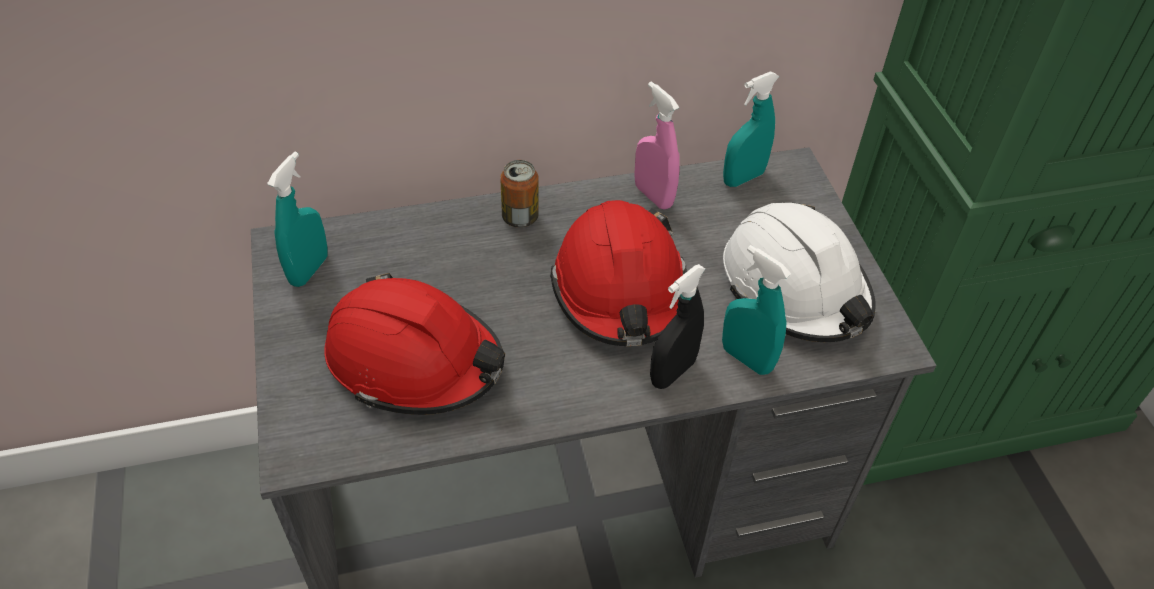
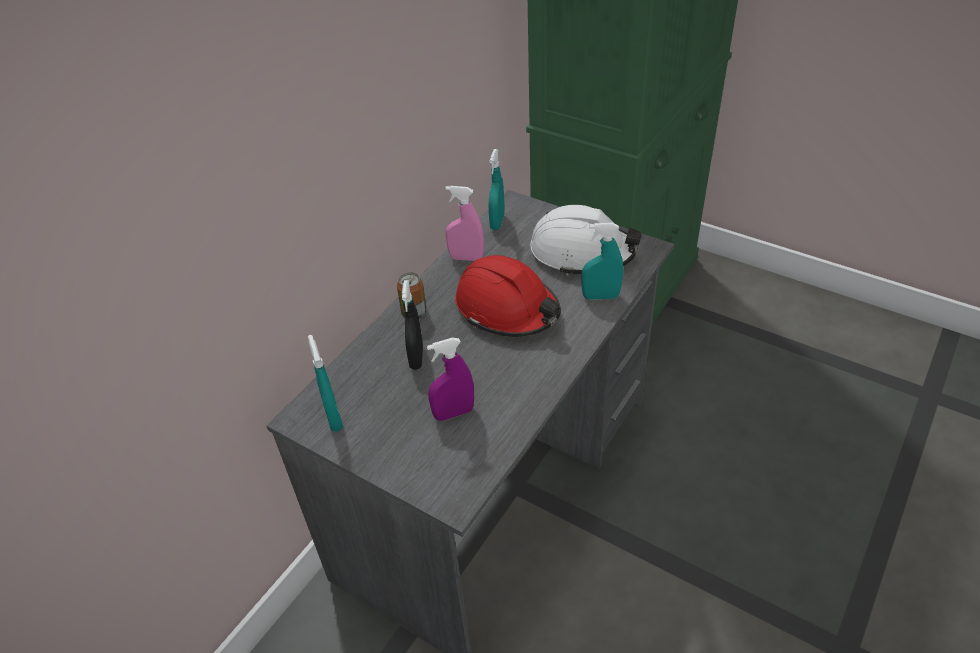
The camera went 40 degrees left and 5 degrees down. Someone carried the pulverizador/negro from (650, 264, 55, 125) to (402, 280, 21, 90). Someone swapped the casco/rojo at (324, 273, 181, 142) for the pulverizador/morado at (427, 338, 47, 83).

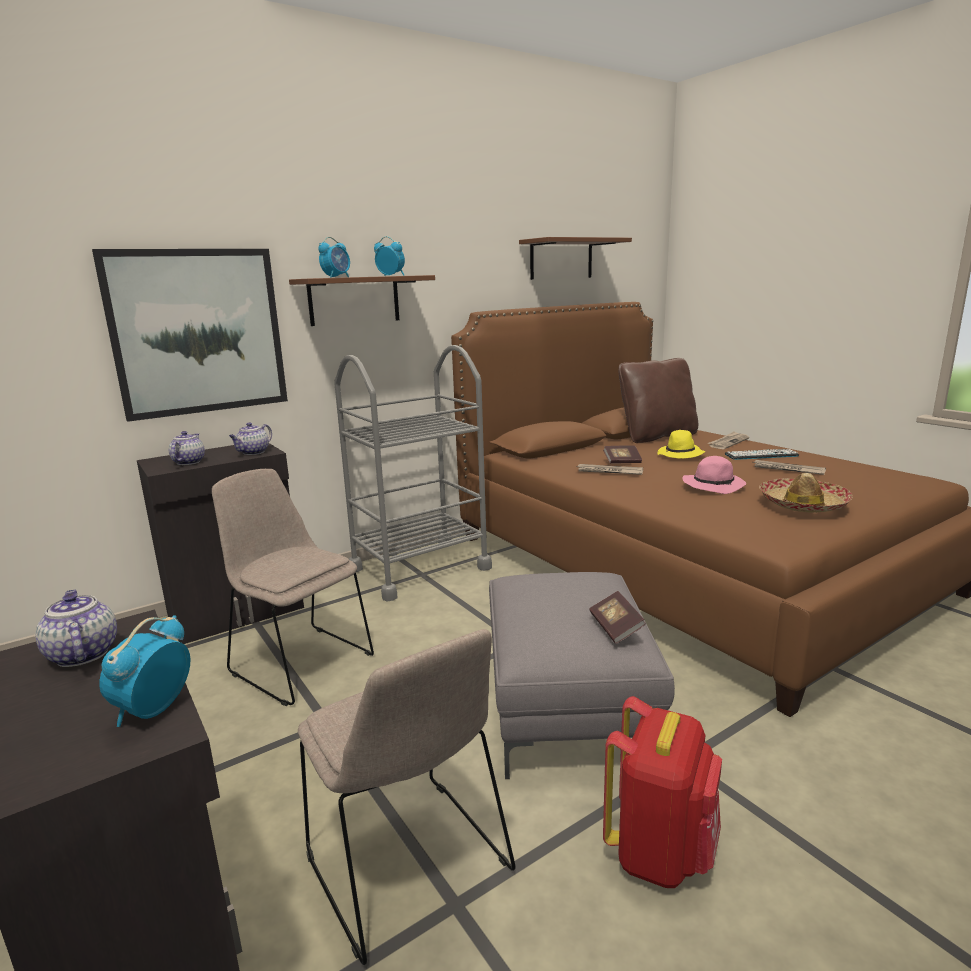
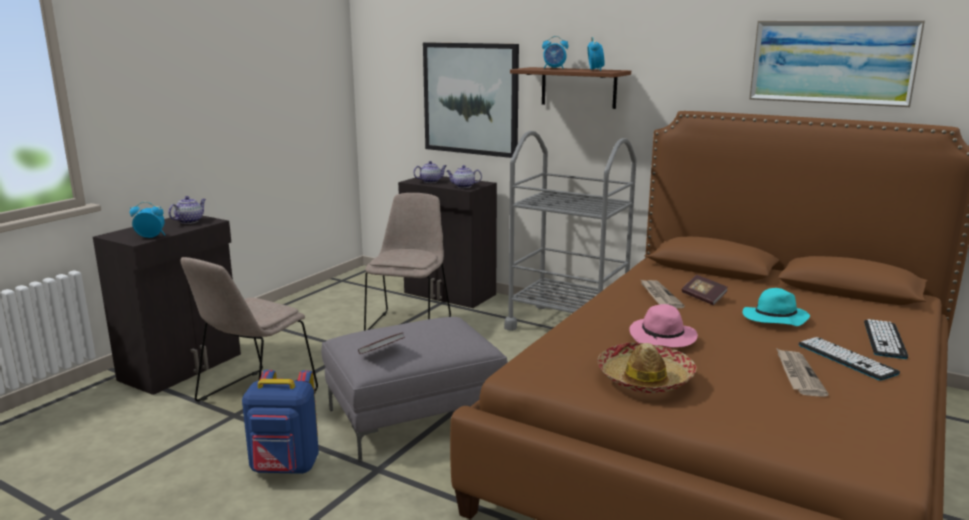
The camera went 65 degrees right and 0 degrees up. Someone repainted the mochila/rojo at (603, 696, 119, 192), which became the mochila/azul at (242, 370, 77, 104). Someone repainted the sombrero/amarillo at (658, 430, 47, 29), which became the sombrero/turquesa at (743, 288, 67, 38). Someone swapped the estante/marrón at (519, 237, 113, 43) for the cuadro at (749, 20, 176, 87). Someone swapped the periódico at (707, 431, 42, 18) for the teclado at (864, 319, 44, 40). Someone took away the cojín/marrón at (619, 358, 79, 85).

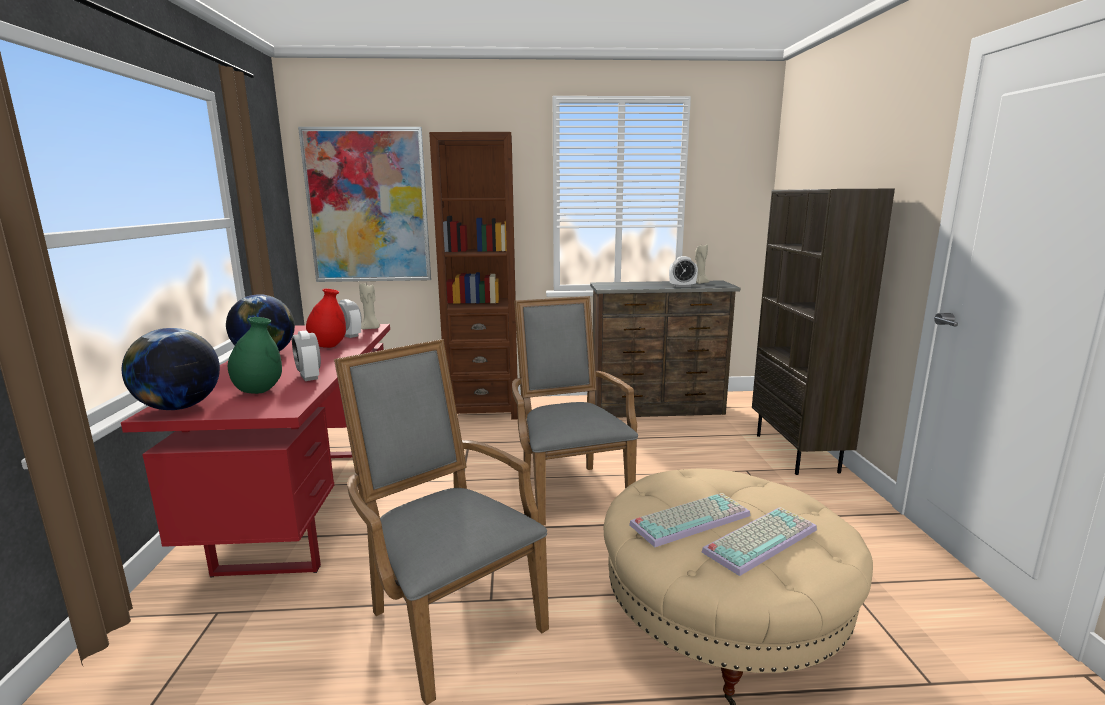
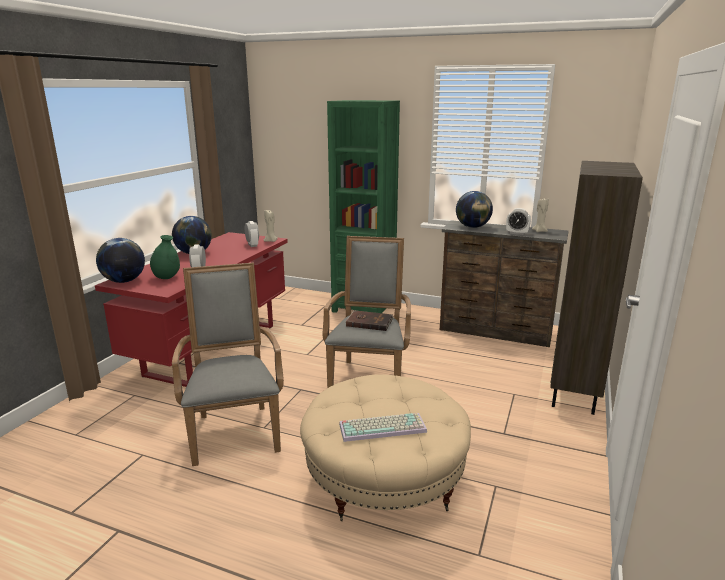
The camera went 25 degrees right and 5 degrees up. Someone repainted the estantería/marrón at (429, 132, 89, 288), which became the estantería/verde at (327, 100, 73, 213). Someone put down the libro/marrón at (345, 310, 48, 21). Someone put down the globo terráqueo at (456, 191, 37, 37). Someone took away the cuadro at (298, 127, 133, 155). Someone took away the florero/rojo at (306, 288, 40, 60). Someone took away the teclado at (629, 493, 121, 54).

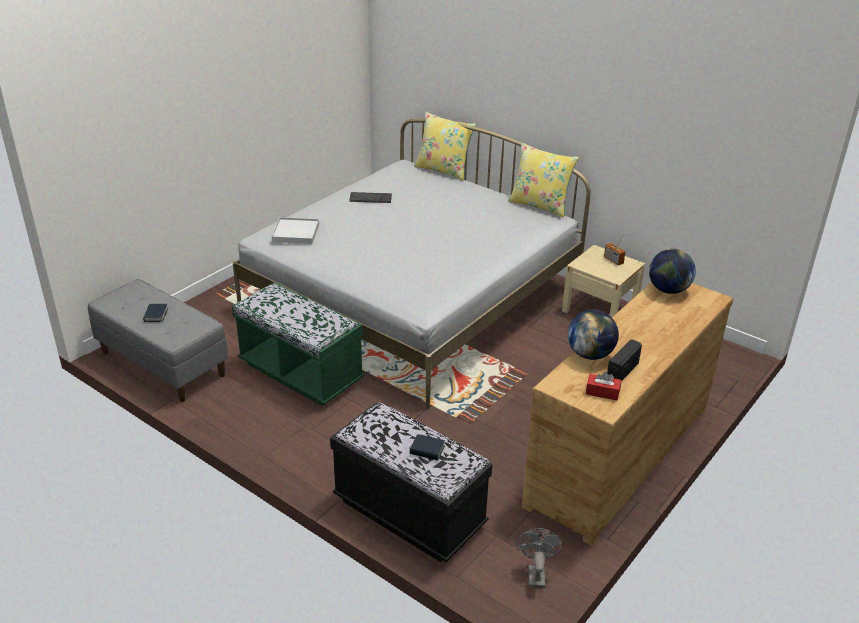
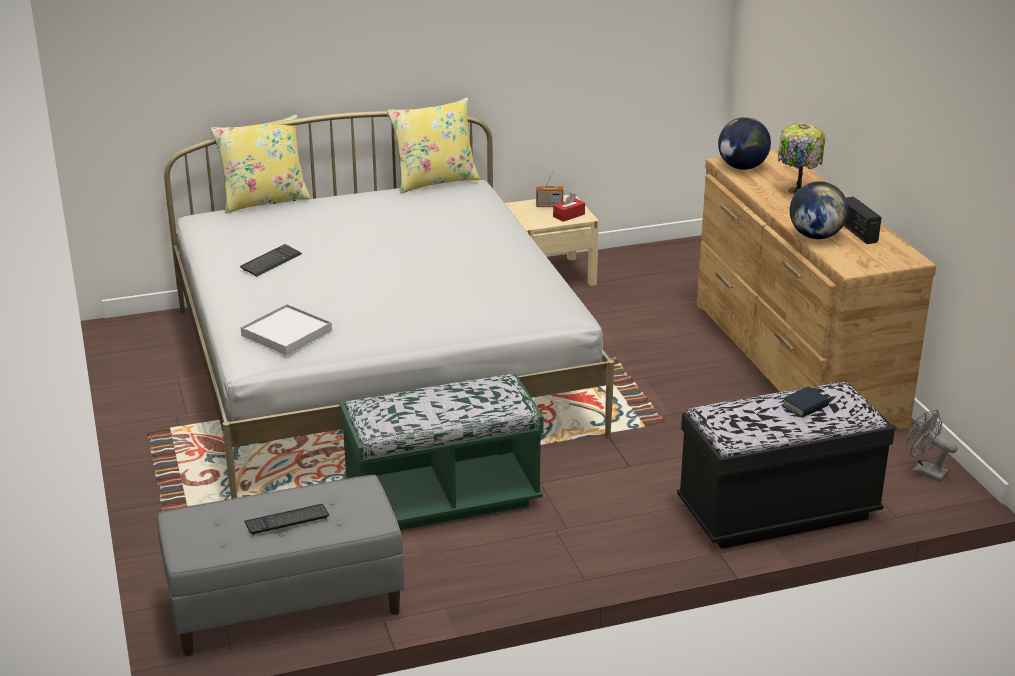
The camera went 55 degrees left and 5 degrees down. Someone swapped the libro at (143, 304, 25, 18) for the teclado at (244, 504, 85, 31). Someone carried the caja de pañuelos/rojo from (586, 371, 35, 29) to (553, 193, 32, 29). Someone put down the lámpara de mesa at (778, 123, 47, 71).

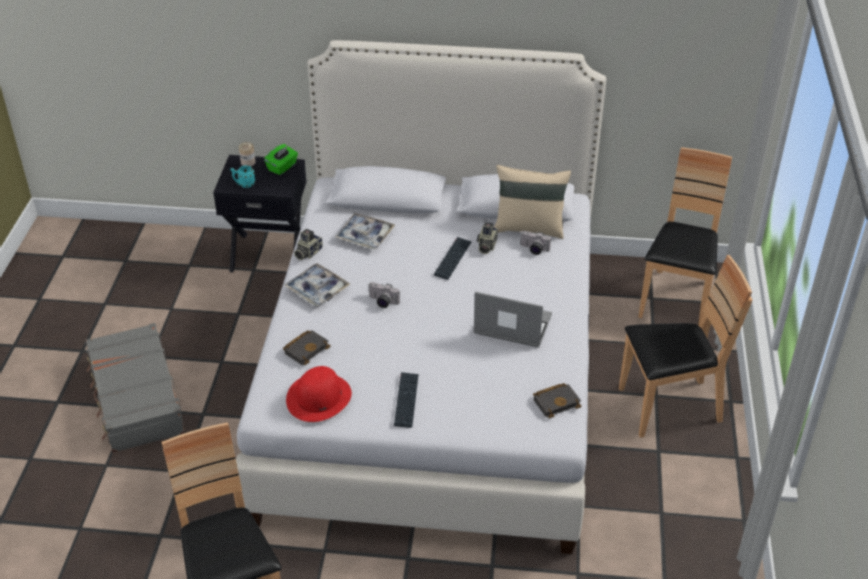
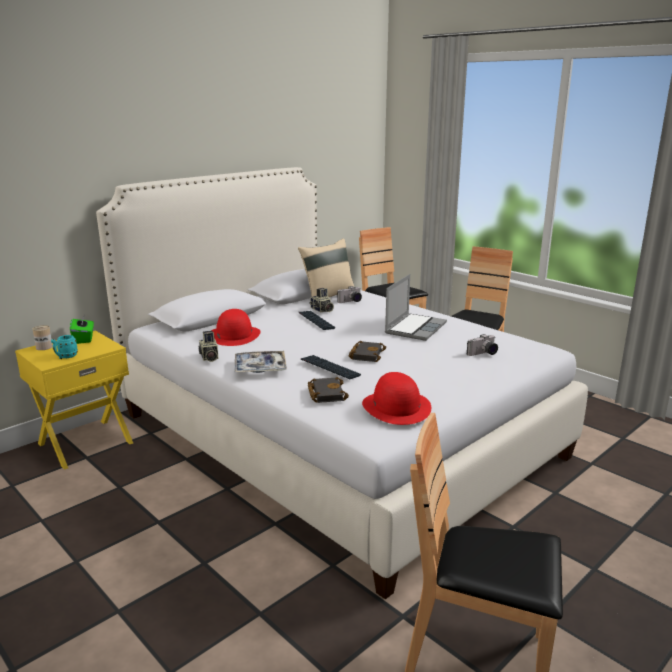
The camera went 50 degrees left and 20 degrees down. Someone repainted the mesita de noche/negro at (213, 155, 94, 117), which became the mesita de noche/amarillo at (15, 330, 118, 140). Someone swapped the bandeja at (335, 213, 60, 36) for the sombrero/rojo at (211, 309, 50, 37). Someone carried the teclado from (394, 372, 25, 56) to (301, 355, 60, 24). Someone carried the libro/negro from (533, 383, 48, 35) to (349, 341, 37, 21). Someone rotated the portátil at (473, 292, 79, 55) by 150 degrees clockwise. Someone carried the cámara from (368, 282, 32, 26) to (467, 334, 31, 22). Someone took away the maleta/gris at (86, 323, 99, 130).

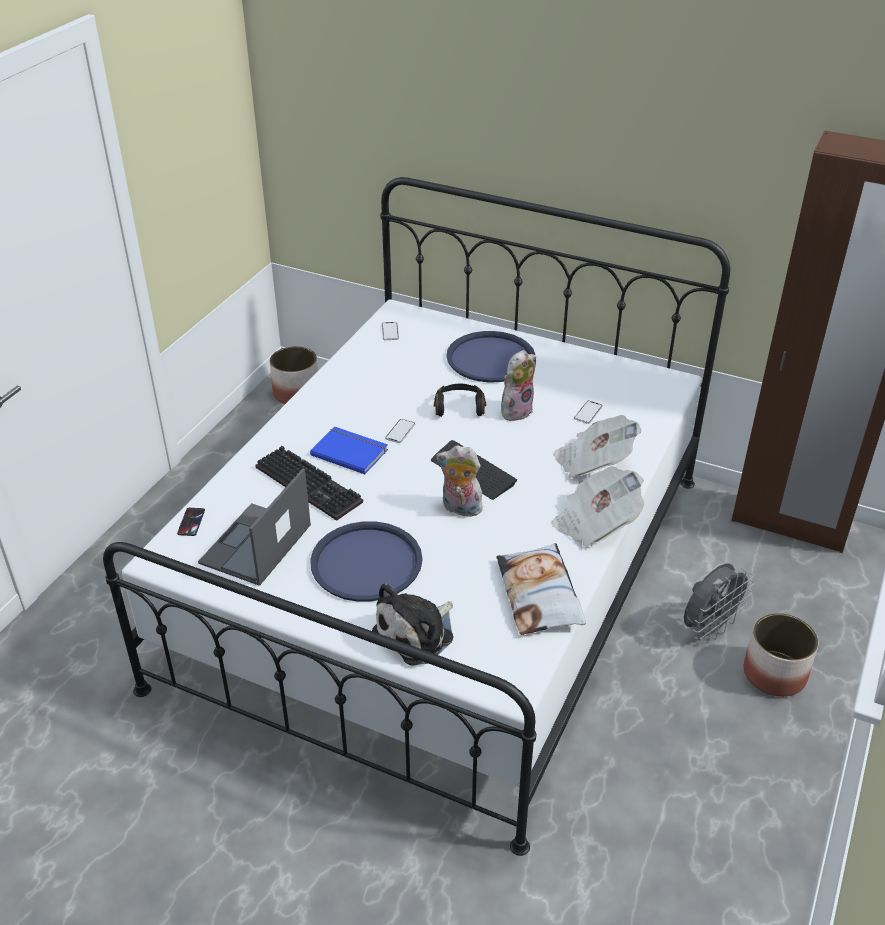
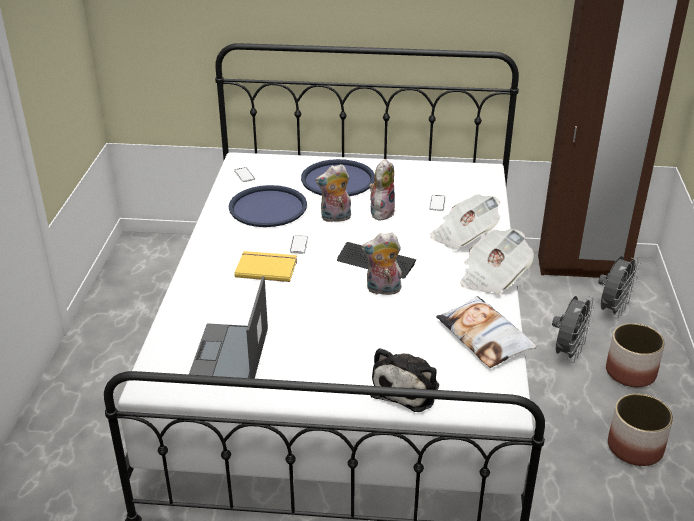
The camera went 20 degrees left and 5 degrees down. Someone carried the bandeja/azul from (310, 521, 113, 81) to (229, 185, 78, 42). Someone repainted the libro/azul at (310, 426, 78, 48), which became the libro/amarillo at (234, 251, 63, 31). Someone swapped the auriculares/negro at (434, 384, 52, 33) for the peluche at (315, 164, 36, 58). Someone put down the ventilador/gris at (598, 256, 42, 63). Someone carried the maceta from (270, 346, 48, 58) to (608, 394, 65, 72). Someone took away the móvil at (177, 508, 28, 28). Someone took away the teclado at (256, 446, 107, 75).

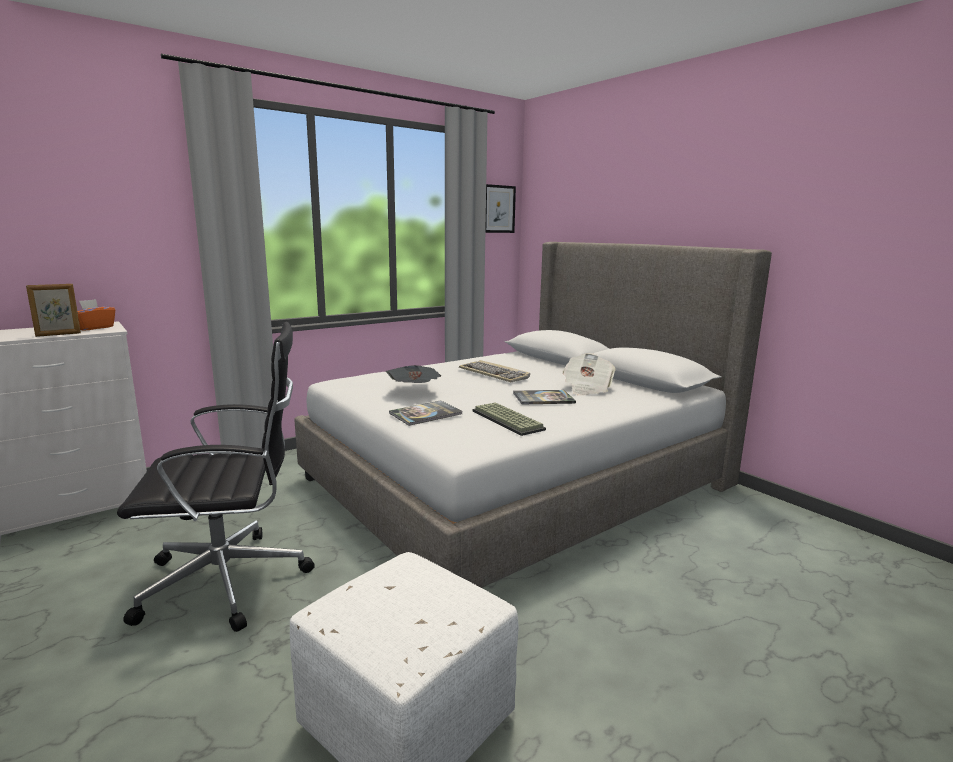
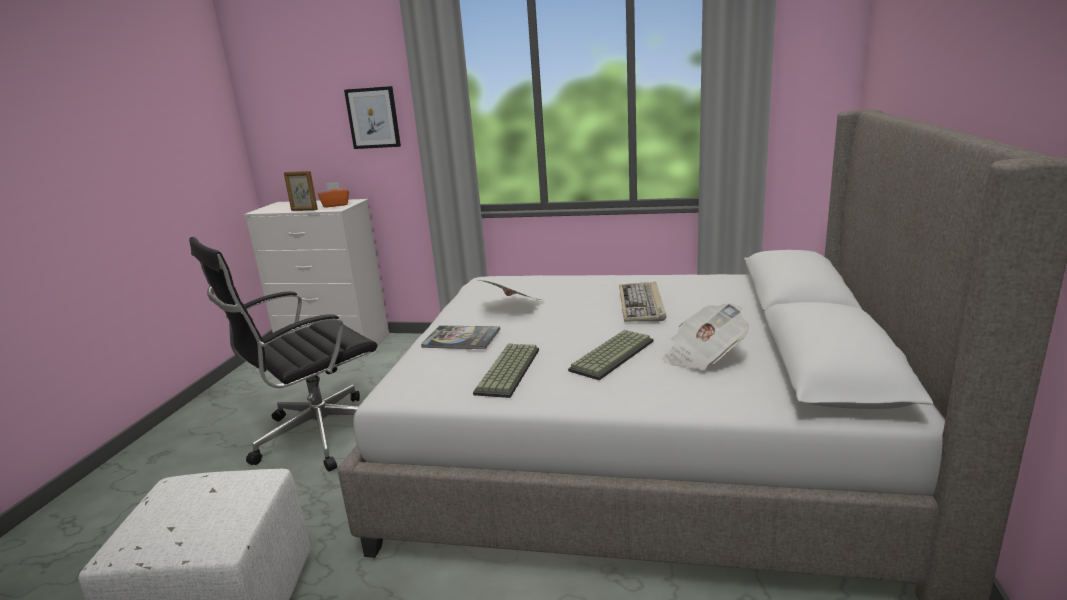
The camera went 50 degrees right and 5 degrees up. Someone rotated the silla de oficina/negro at (117, 322, 198, 310) by 105 degrees clockwise. Someone carried the cuadro from (485, 184, 31, 49) to (344, 86, 57, 63). Someone swapped the libro at (513, 390, 63, 14) for the teclado at (568, 330, 86, 50).

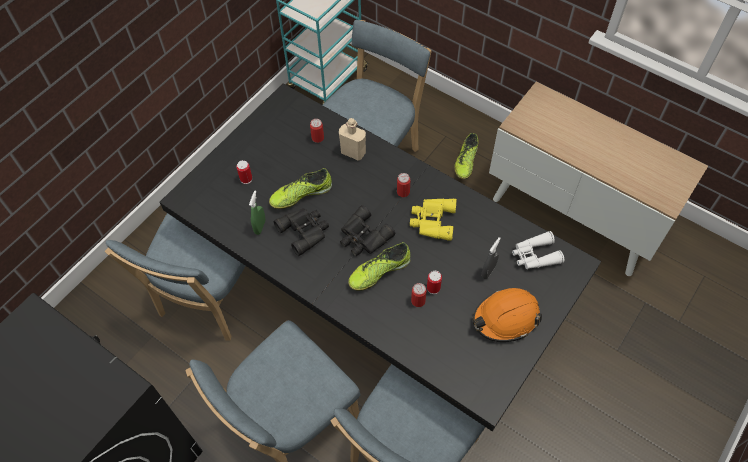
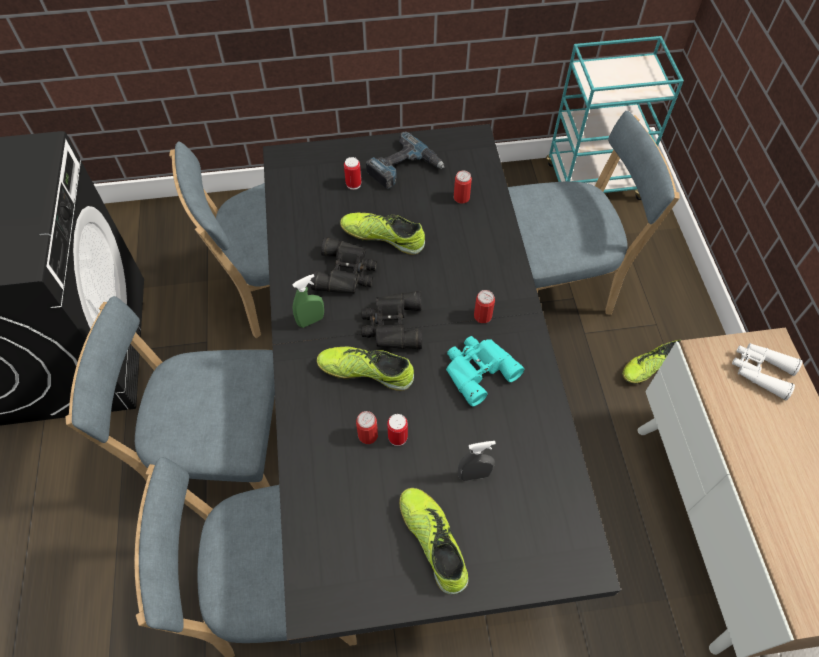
The camera went 45 degrees right and 0 degrees up. Someone carried the pulverizador/verde from (249, 191, 16, 44) to (292, 274, 32, 54). Someone put down the taladro at (366, 131, 79, 58). Someone swapped the casco/naranja at (473, 288, 69, 54) for the zapato at (399, 488, 70, 107). Someone repainted the prismáticos/amarillo at (410, 199, 47, 42), which became the prismáticos/turquesa at (446, 336, 78, 71). Someone carried the prismáticos/blanco from (512, 231, 52, 38) to (732, 343, 71, 57). Someone took away the botella/beis at (339, 118, 27, 43).

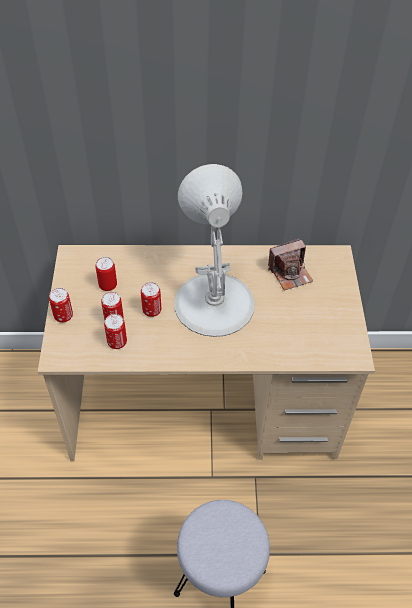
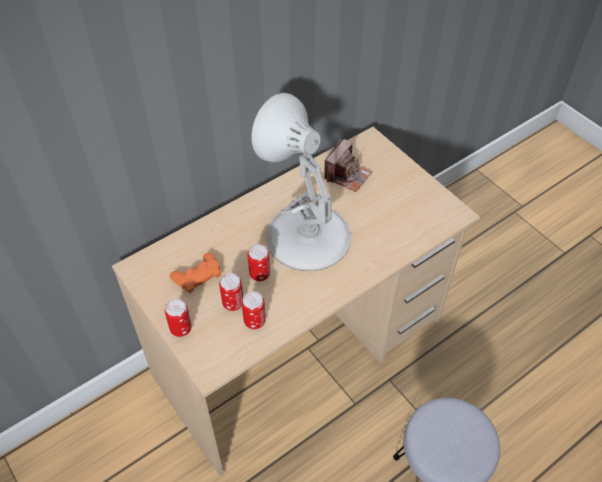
The camera went 35 degrees left and 0 degrees up. Someone swapped the lata at (95, 257, 22, 34) for the mando de consola/naranja at (170, 253, 51, 40).

